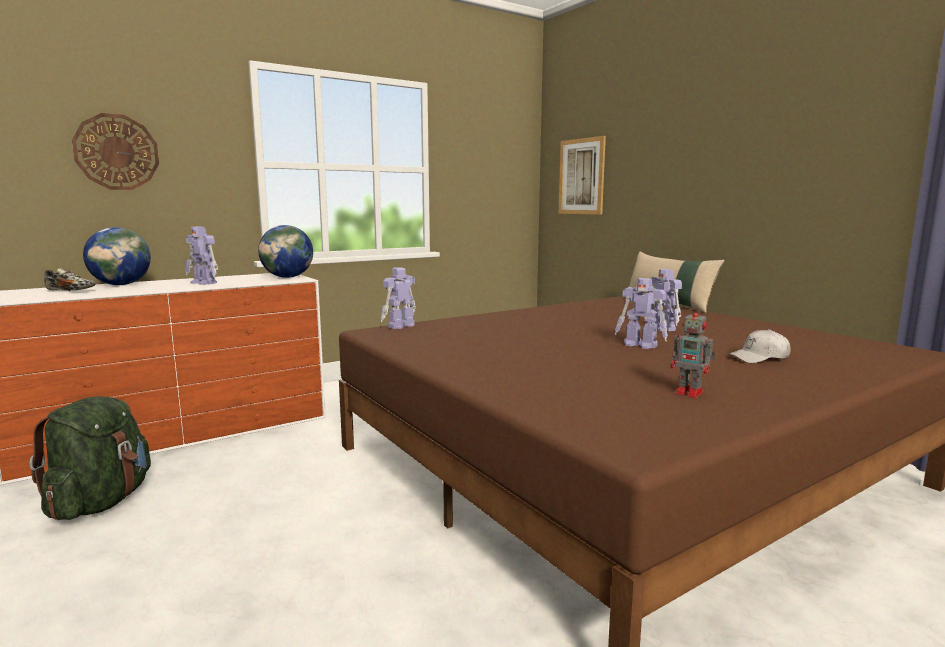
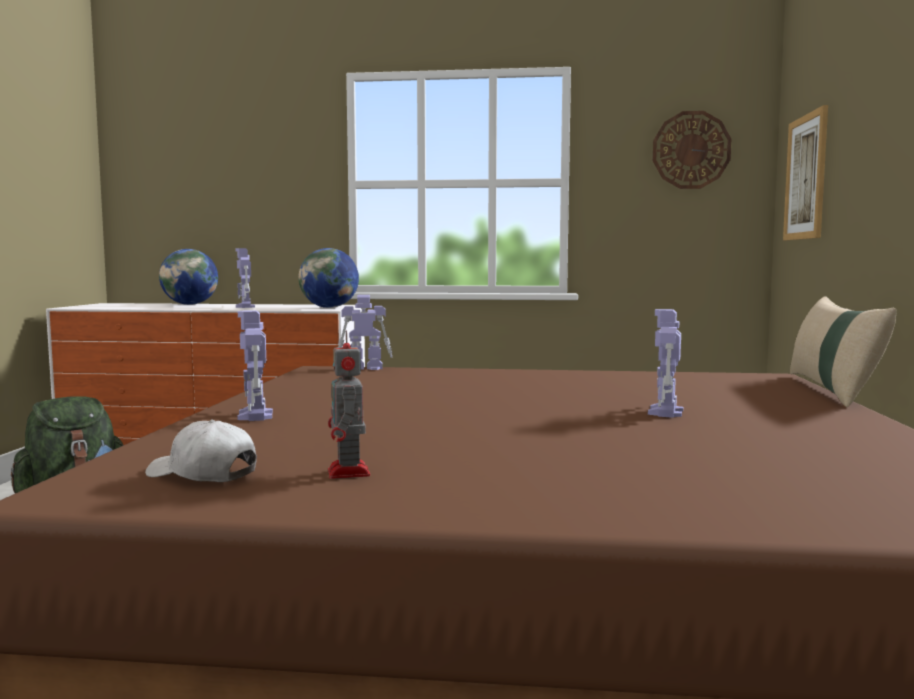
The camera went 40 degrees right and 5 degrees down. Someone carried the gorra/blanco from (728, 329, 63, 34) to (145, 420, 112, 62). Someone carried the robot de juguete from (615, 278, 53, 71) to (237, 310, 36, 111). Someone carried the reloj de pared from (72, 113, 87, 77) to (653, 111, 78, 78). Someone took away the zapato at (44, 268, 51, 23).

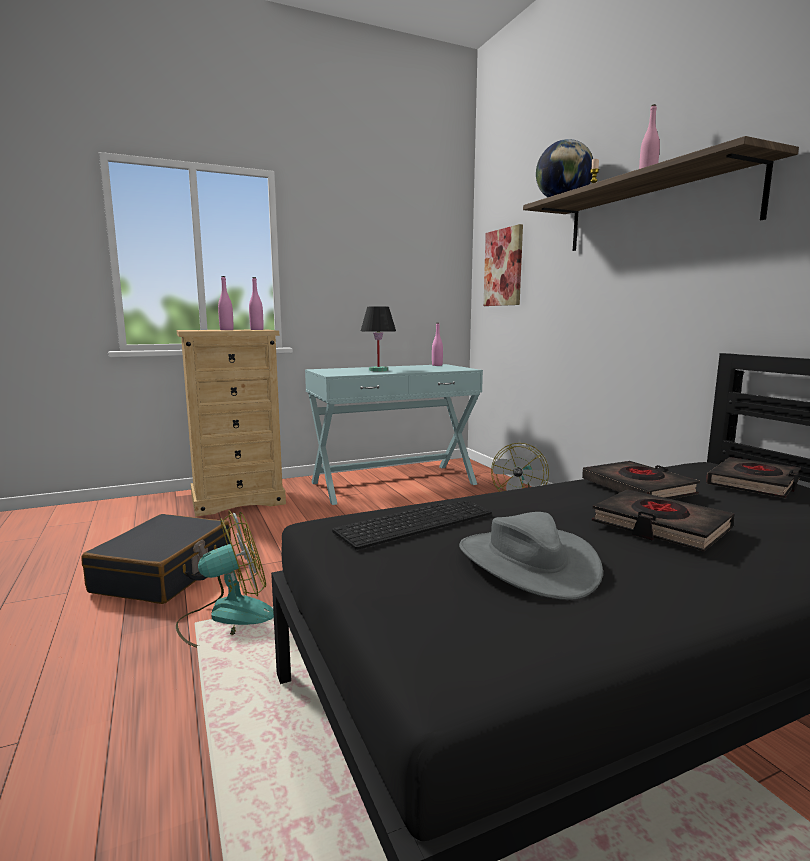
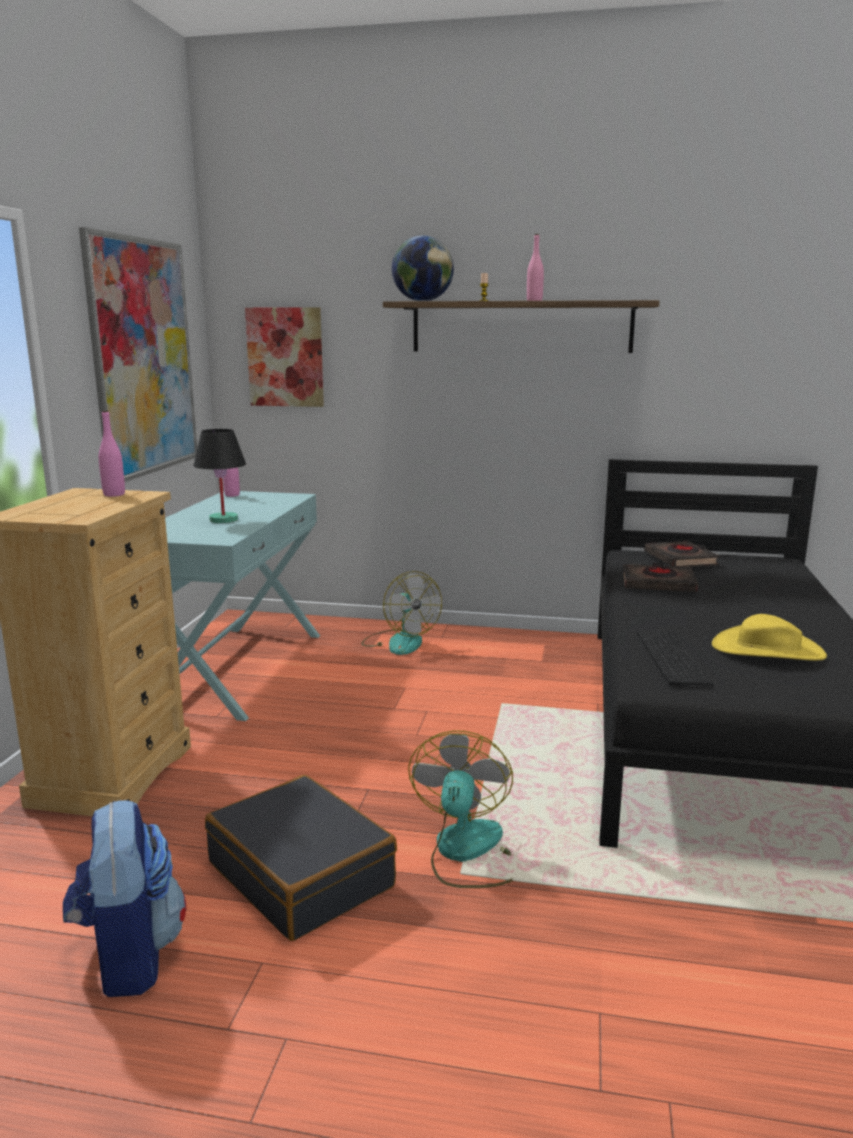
The camera went 55 degrees left and 5 degrees up. Someone put down the mochila at (63, 800, 123, 197). Someone put up the cuadro at (79, 227, 118, 255). Someone repainted the sombrero/gris at (459, 512, 144, 88), which became the sombrero/amarillo at (712, 614, 115, 47). Someone took away the botella/rosa at (218, 276, 16, 54). Someone took away the libro/negro at (592, 489, 143, 62).

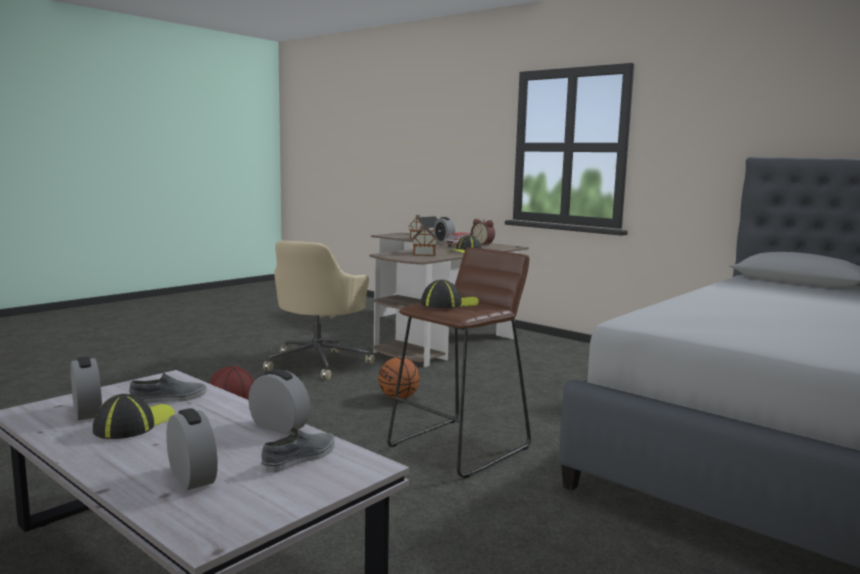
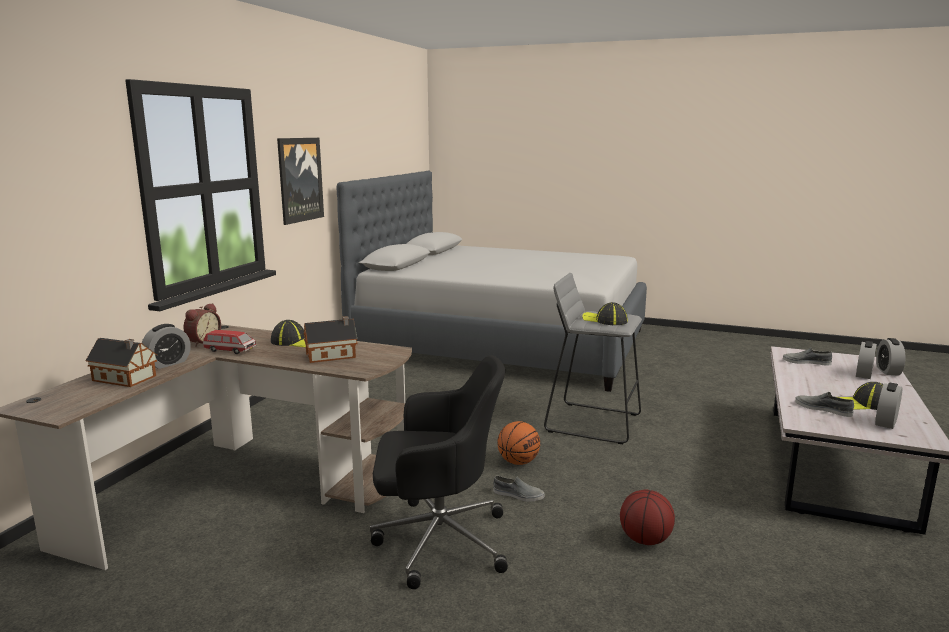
The camera went 110 degrees left and 5 degrees up. Someone put up the cuadro at (277, 138, 47, 87). Someone repainted the silla de oficina/beis at (263, 241, 112, 139), which became the silla de oficina/negro at (370, 356, 138, 233). Someone put down the zapato/gris at (493, 476, 51, 26). Someone repainted the taburete/marrón at (387, 247, 144, 232), which became the taburete/gris at (544, 273, 98, 171). Someone carried the despertador from (248, 369, 63, 66) to (876, 338, 29, 38).

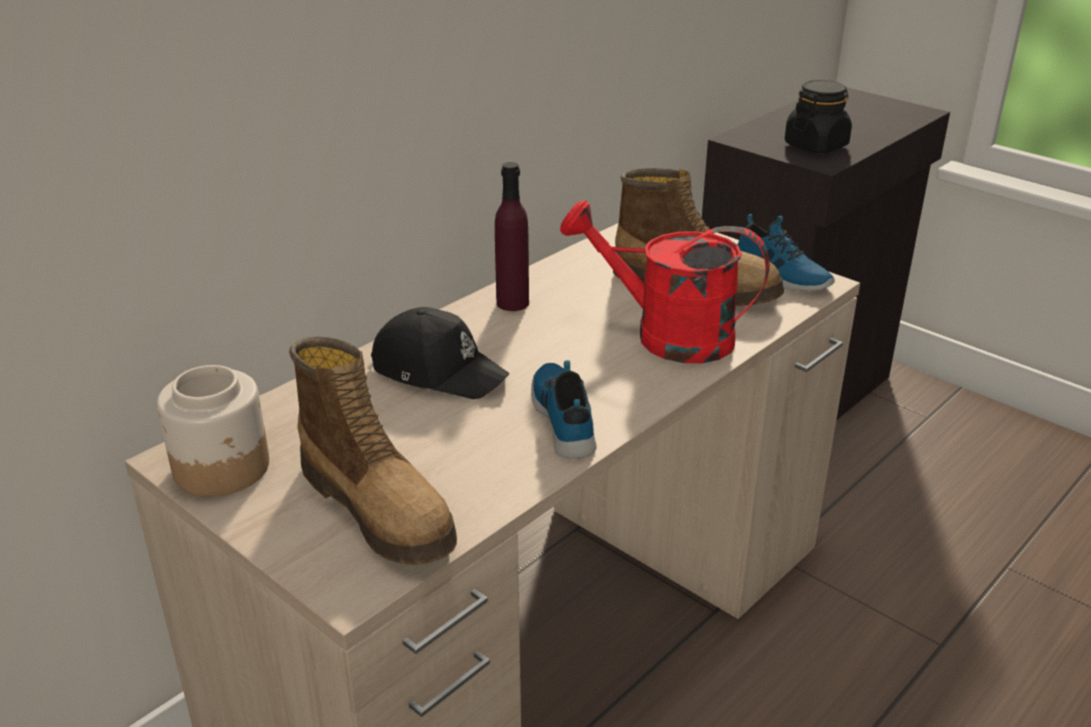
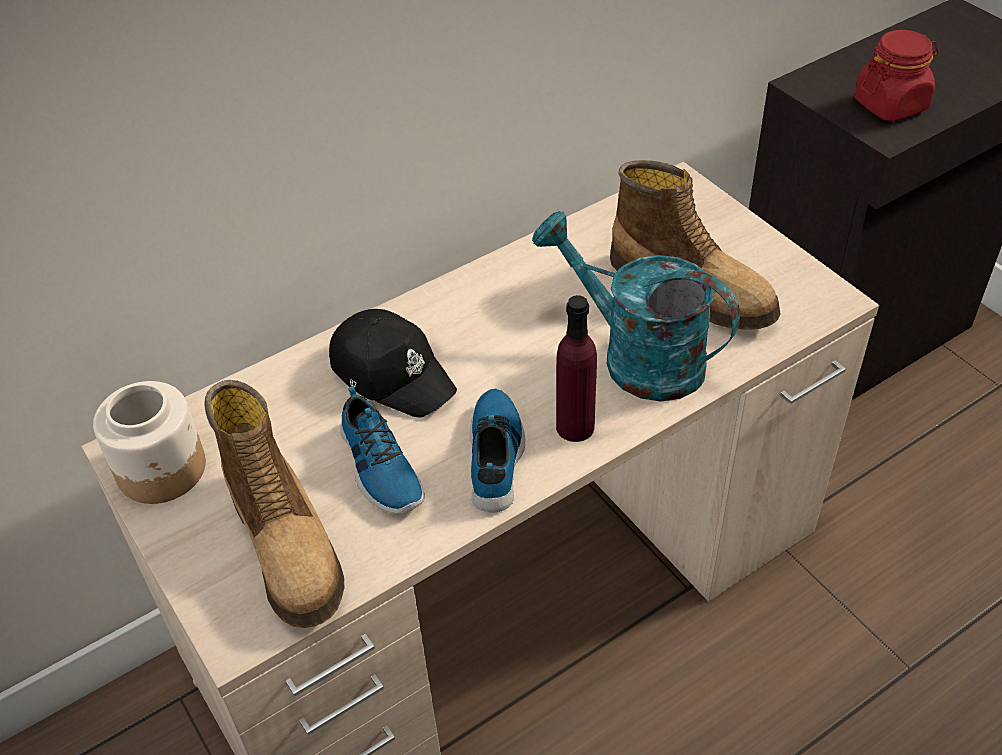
The camera went 15 degrees right and 15 degrees up. Someone carried the zapato from (737, 214, 98, 77) to (340, 386, 85, 128). Someone repainted the regadera/rojo at (560, 200, 210, 163), which became the regadera/turquesa at (532, 211, 208, 191). Someone carried the botella/morado from (495, 162, 34, 149) to (556, 295, 41, 147). Someone repainted the tarro/negro at (785, 80, 67, 73), which became the tarro/rojo at (854, 30, 84, 91).

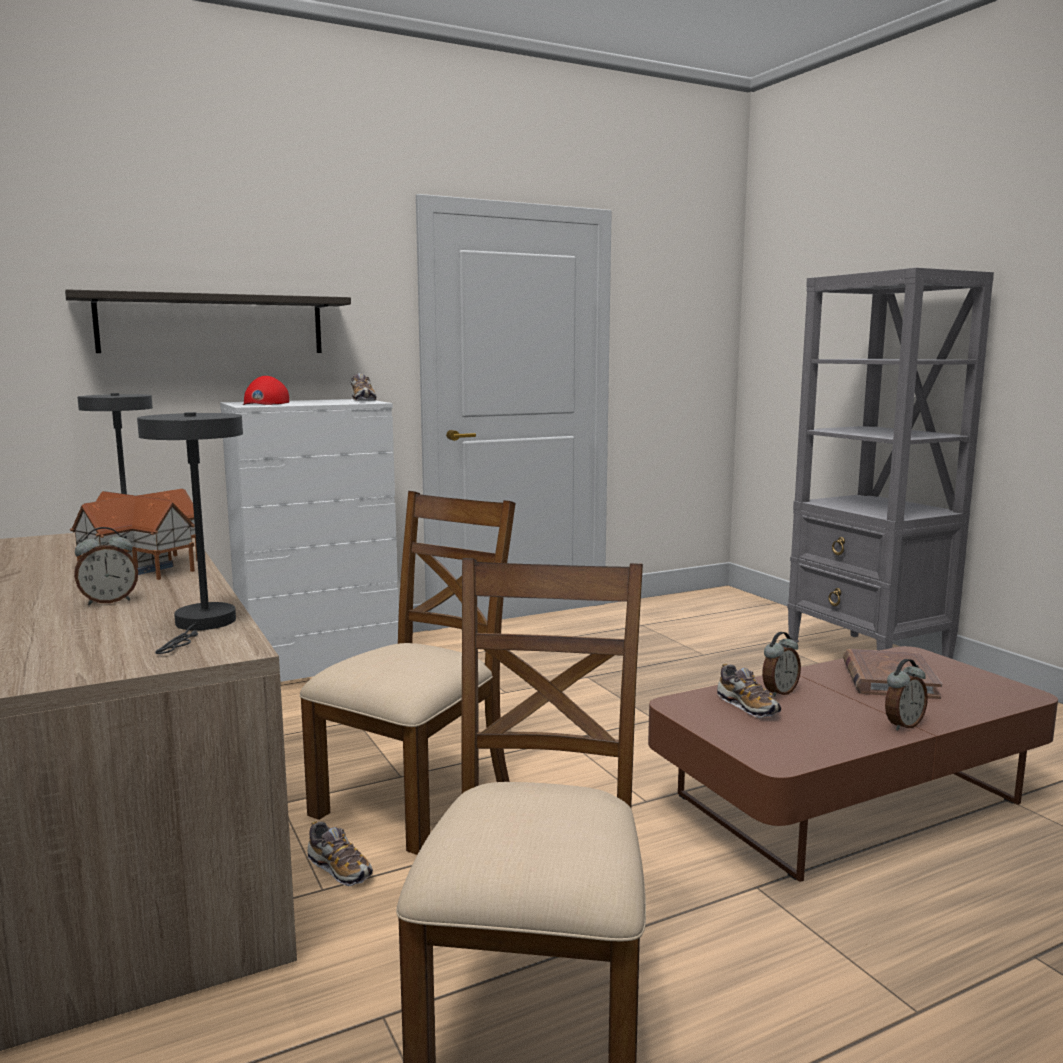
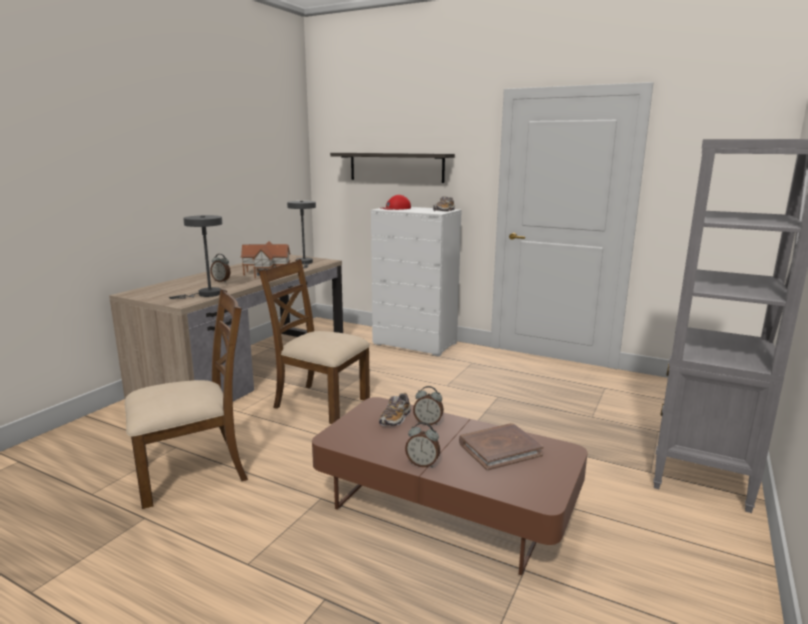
The camera went 55 degrees right and 5 degrees up. Someone rotated the silla/marrón at (300, 491, 216, 364) by 150 degrees counterclockwise. Someone took away the zapato at (308, 821, 65, 65).

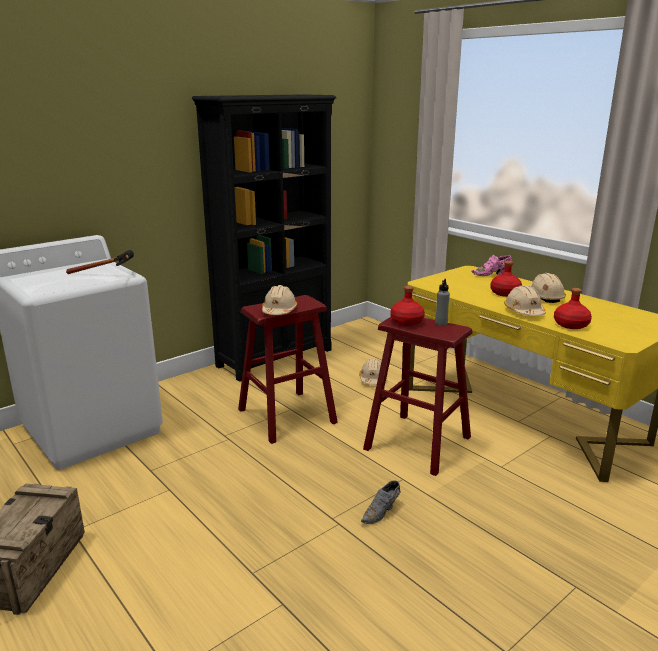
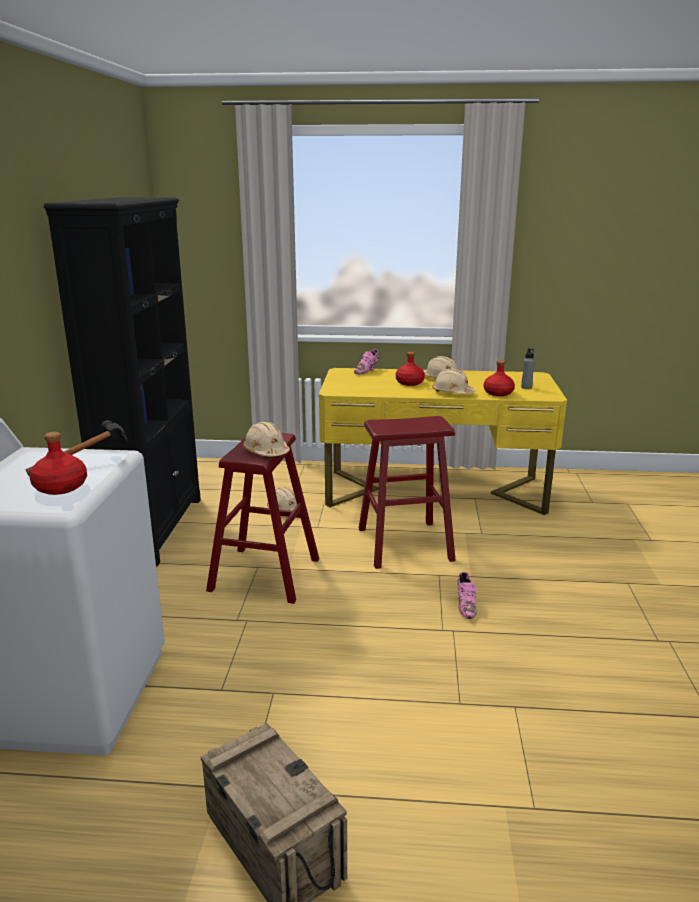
The camera went 45 degrees left and 0 degrees up. Someone carried the botella/rojo from (390, 286, 35, 40) to (30, 432, 57, 63). Someone repainted the zapato/gris at (361, 480, 39, 44), which became the zapato/rosa at (457, 572, 21, 47). Someone carried the botella/gris from (435, 279, 15, 47) to (521, 348, 14, 41).

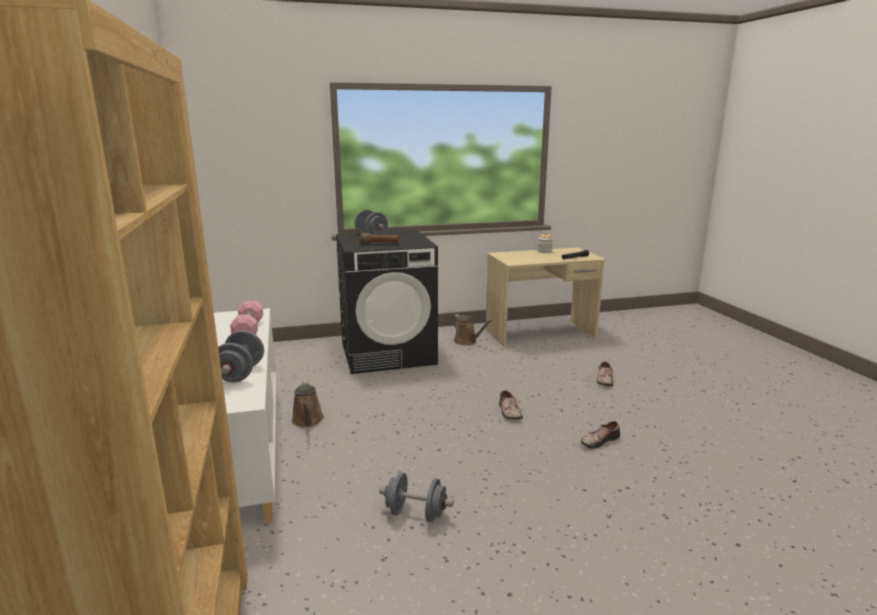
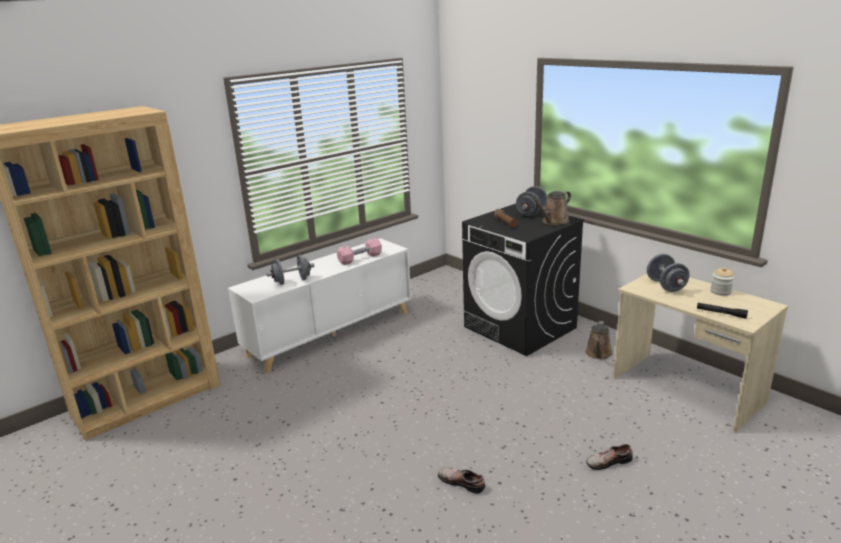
The camera went 65 degrees right and 5 degrees up. Someone carried the regadera/marrón from (292, 381, 32, 46) to (530, 191, 41, 34). Someone carried the mancuerna/gris from (379, 472, 75, 50) to (647, 254, 43, 38). Someone took away the zapato at (499, 390, 24, 30).

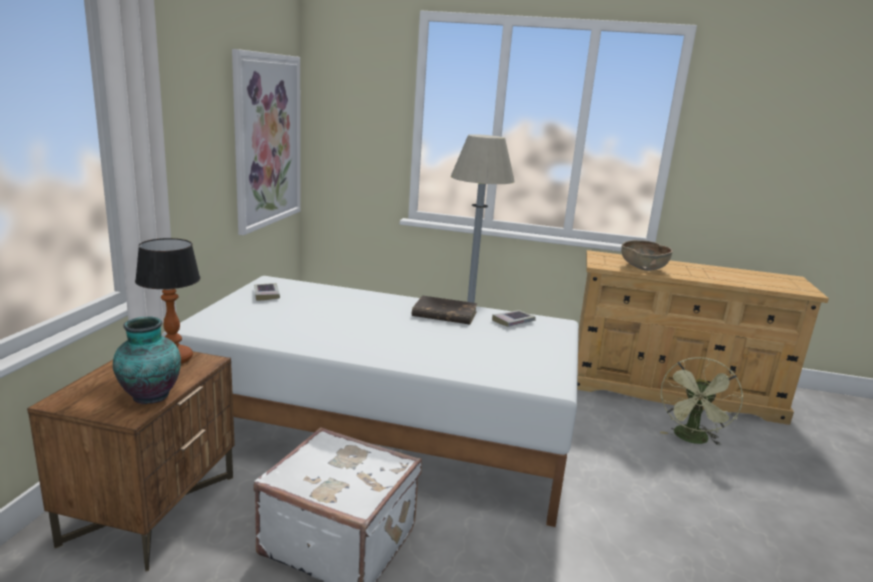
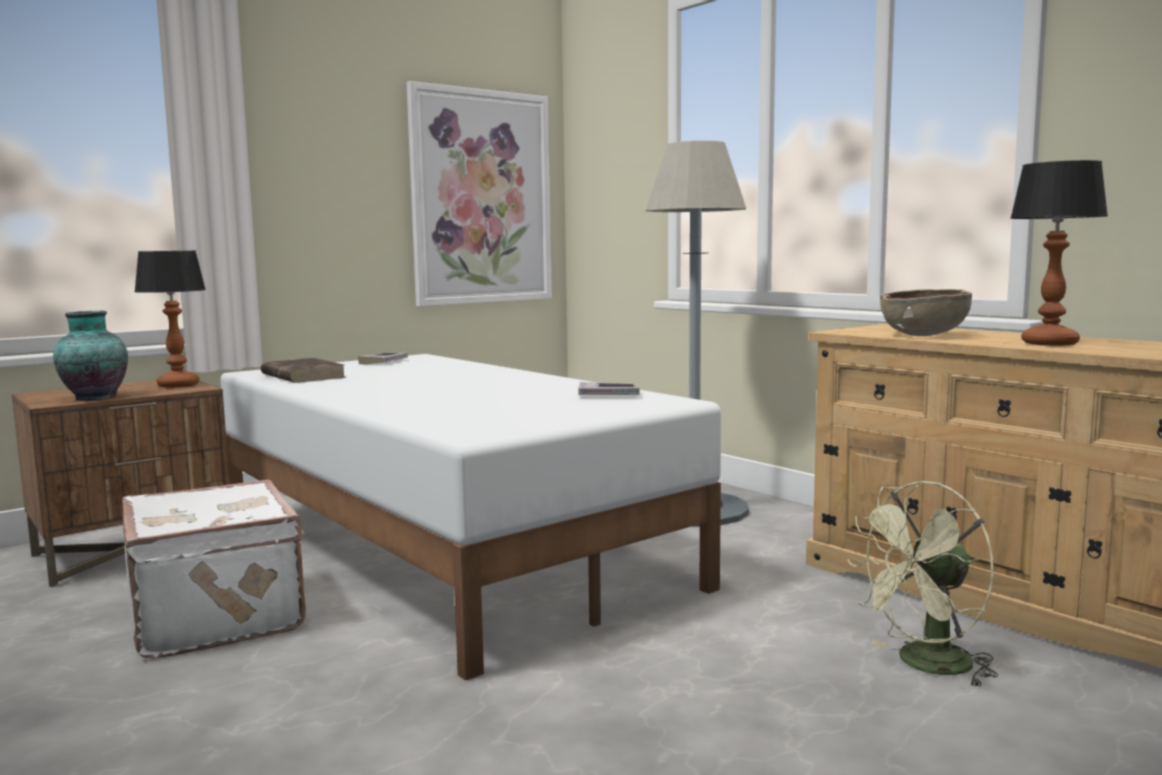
The camera went 40 degrees right and 10 degrees down. Someone carried the libro/marrón from (412, 295, 66, 30) to (261, 358, 85, 25). Someone put down the lámpara de mesa at (1010, 160, 98, 186).

